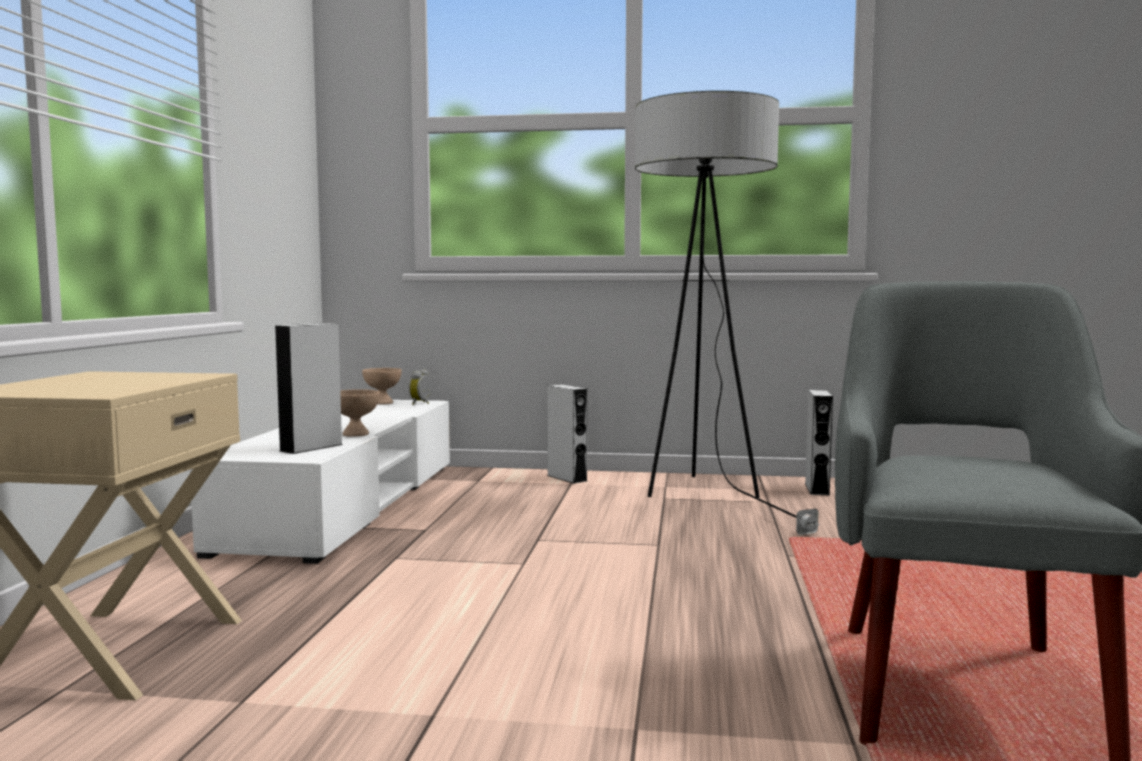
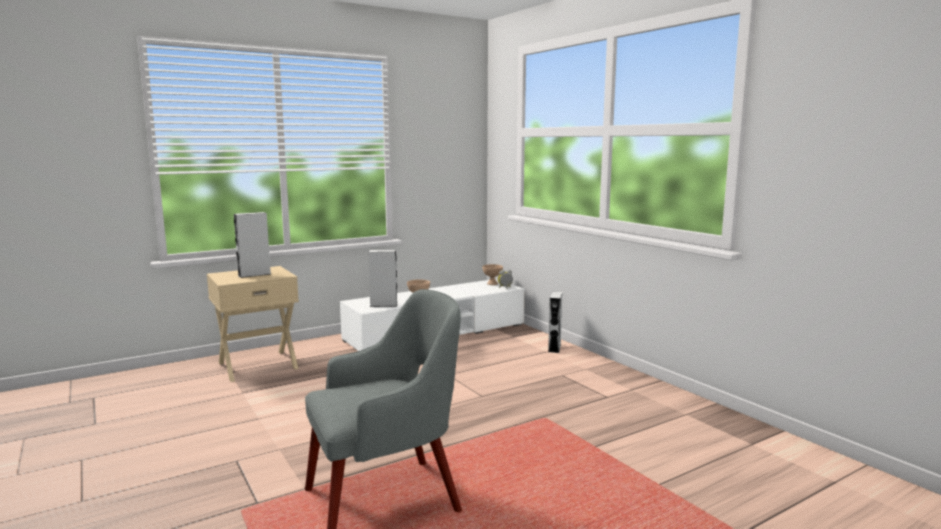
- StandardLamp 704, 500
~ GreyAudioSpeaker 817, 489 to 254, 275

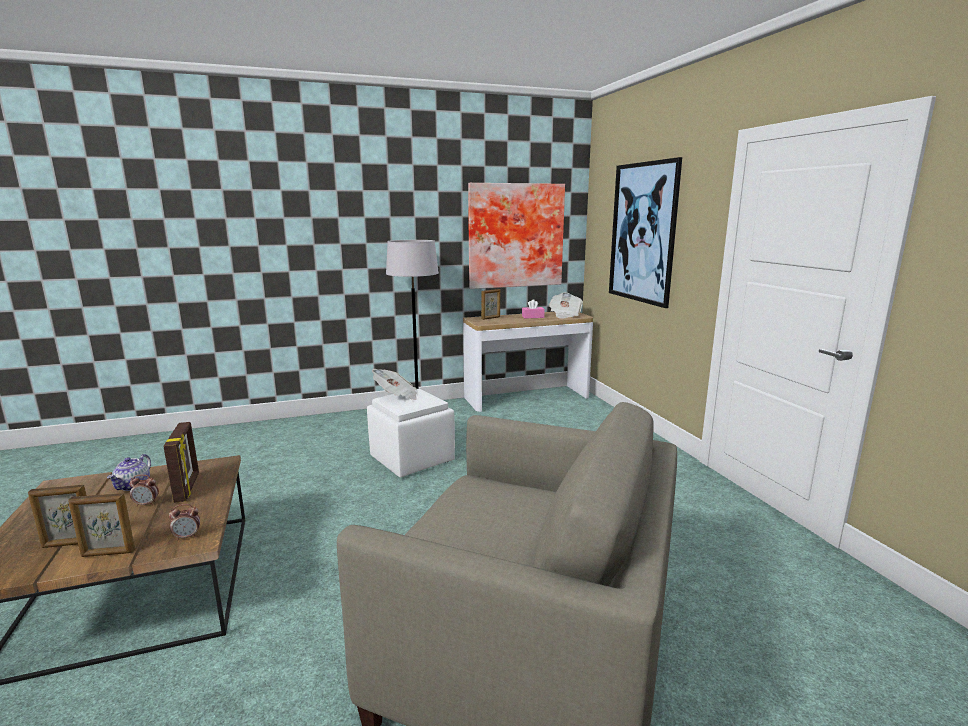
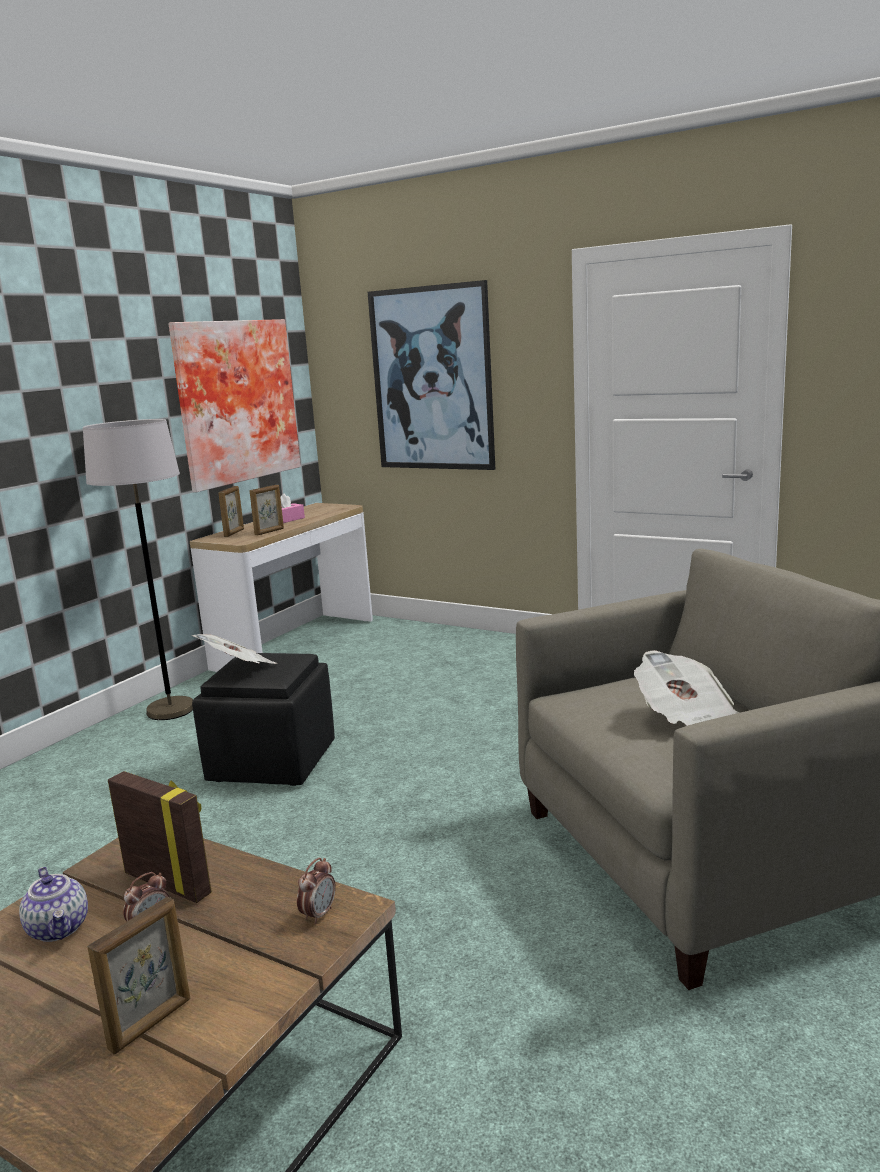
~ Newspaper 565, 315 to 686, 720
~ WhitePouffe 412, 459 to BlackPouffe 273, 762
~ PhotoFrame 108, 553 to 270, 532

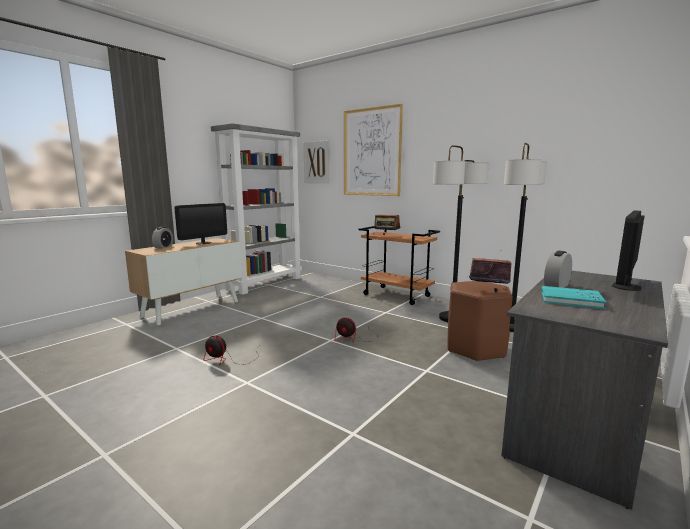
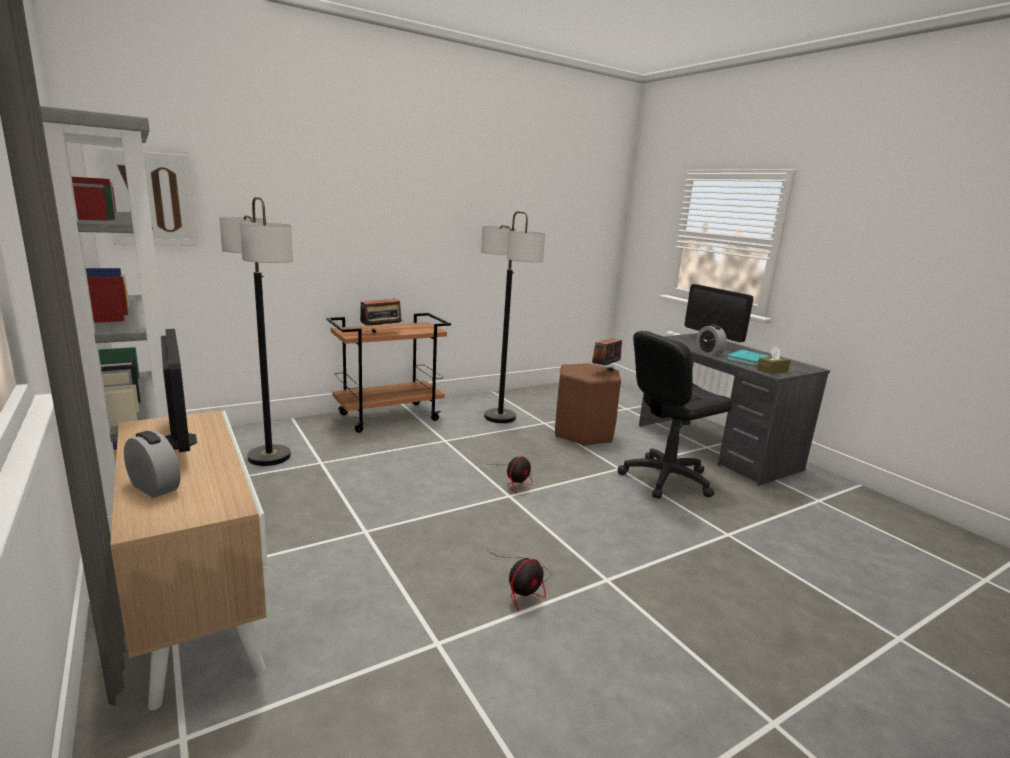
- Picture 371, 152
~ StandardLamp 511, 326 to 269, 456
+ BlackComputerChair 665, 479
+ BrownColouredTissueHolder 772, 370

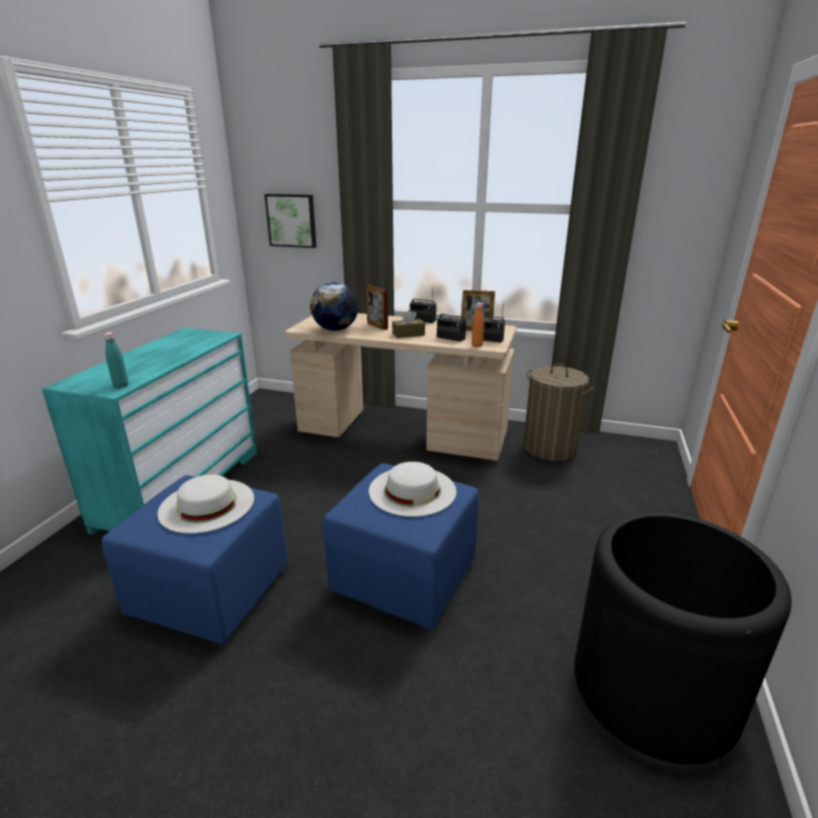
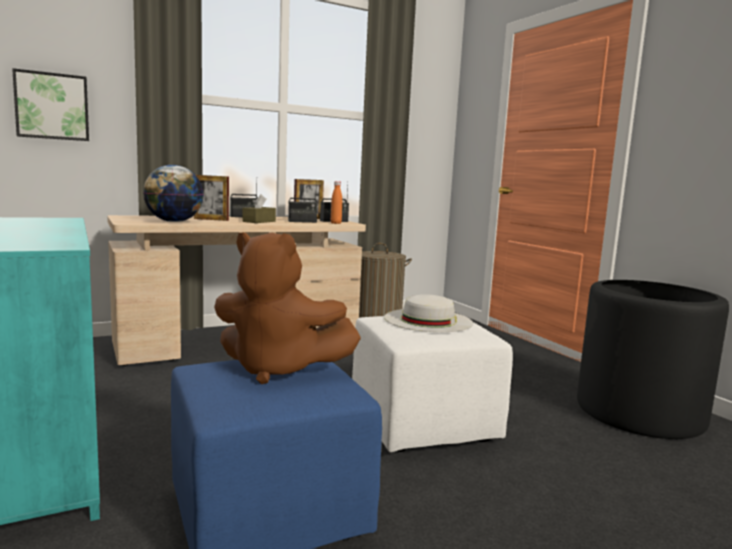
- TurquoiseBottle 121, 385
~ BlueColouredPouffe 406, 578 to WhitePouffe 424, 424
~ WhiteHat 207, 504 to BrownColouredCuddlyToy 278, 369

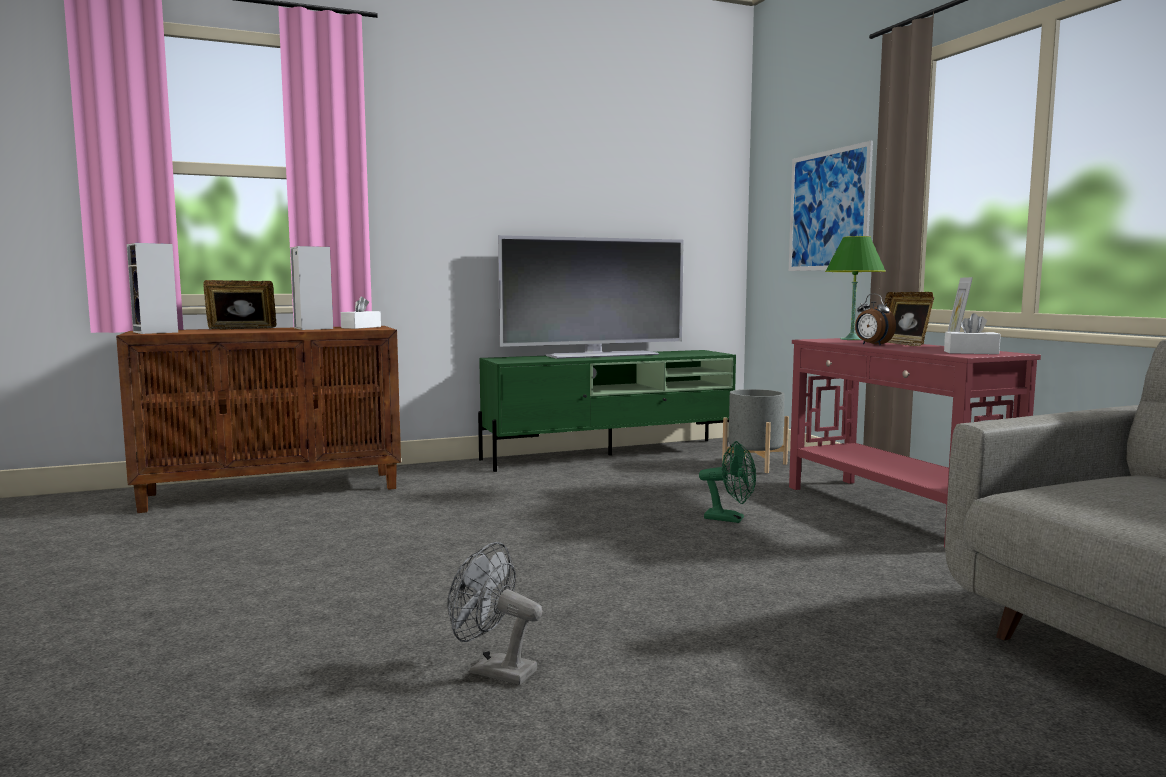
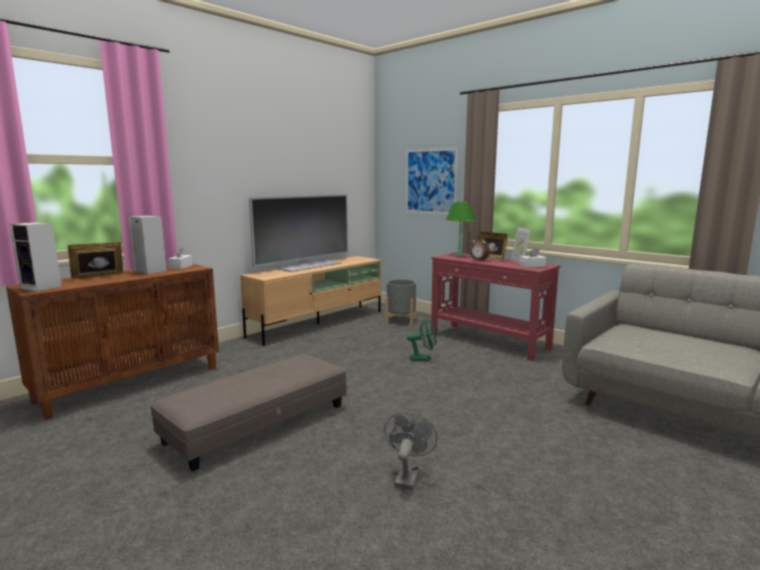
~ GreenColouredMediaConsole 611, 454 to BeigeColouredMediaConsole 319, 323
~ GreyElectricFan 493, 671 = 407, 476 105 degrees clockwise
+ GreyPouffe 258, 423

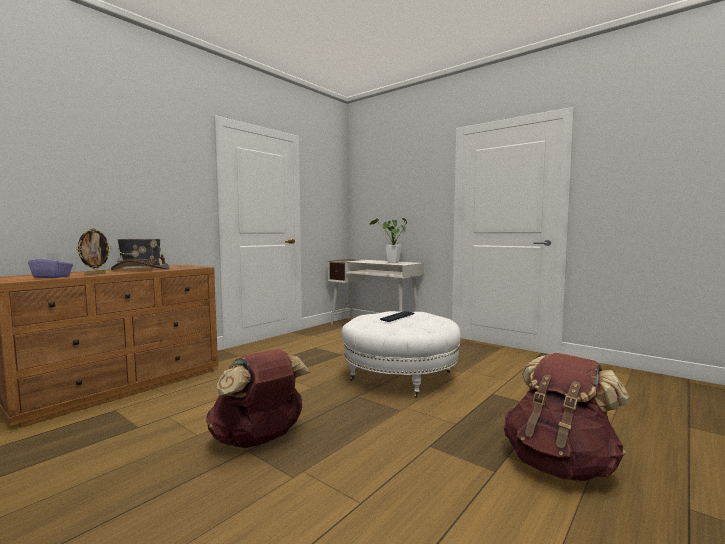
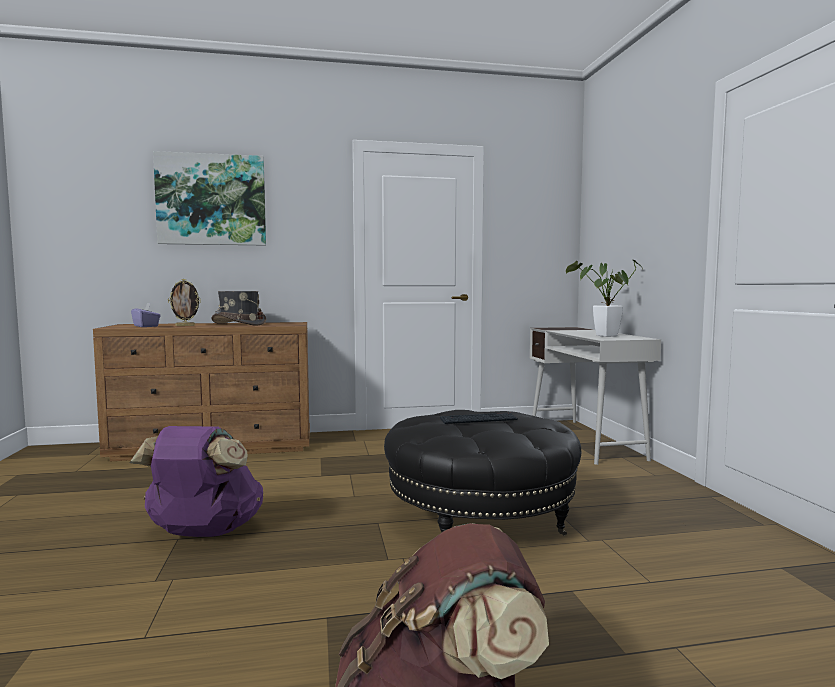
~ WhitePouffe 400, 376 to BlackPouffe 480, 517
~ BrownColouredBackpack 259, 440 to PurplishBackpack 203, 533
+ Picture 211, 200

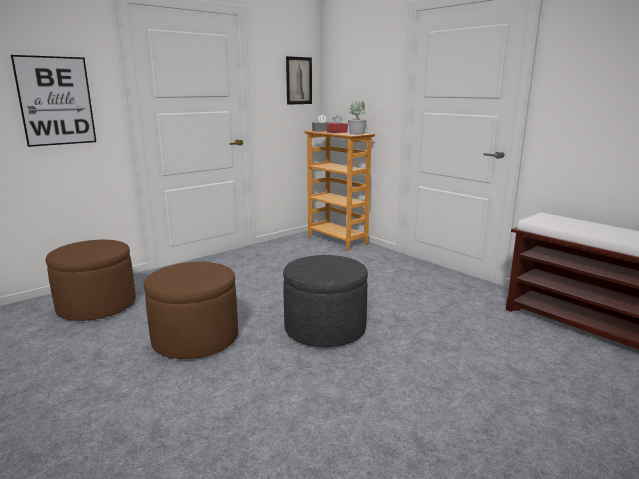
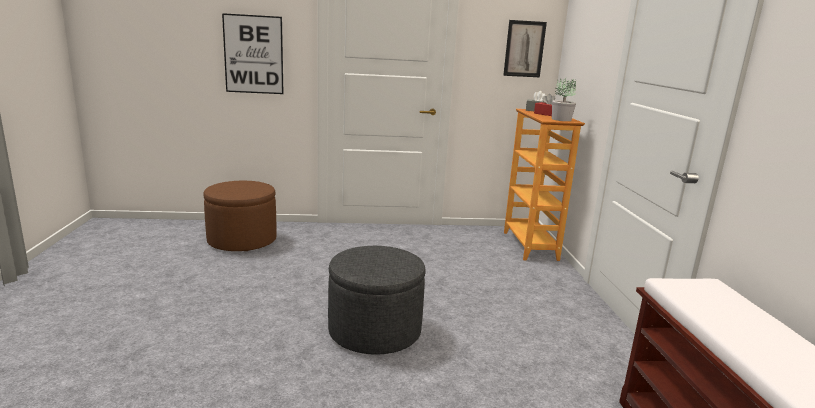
- BrownColouredPouffe 195, 339

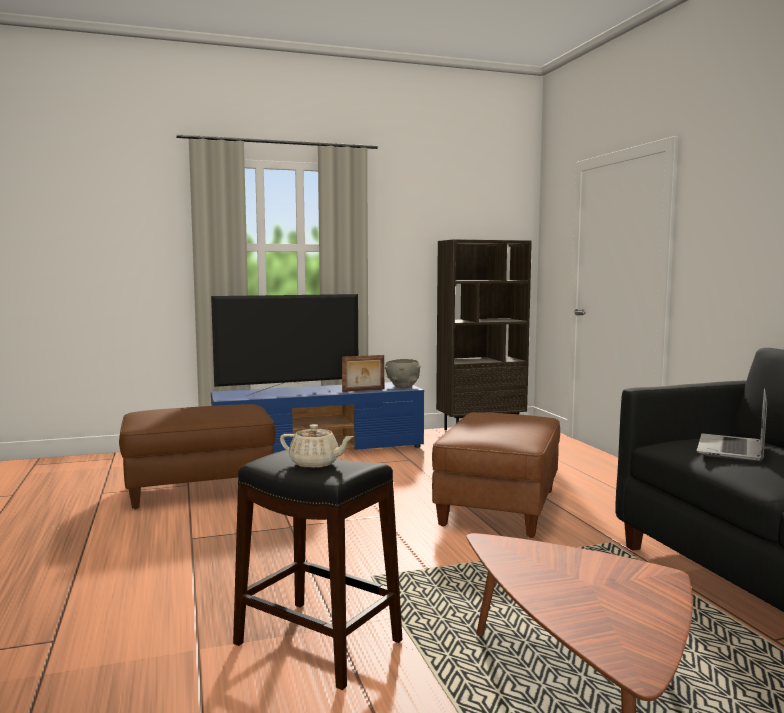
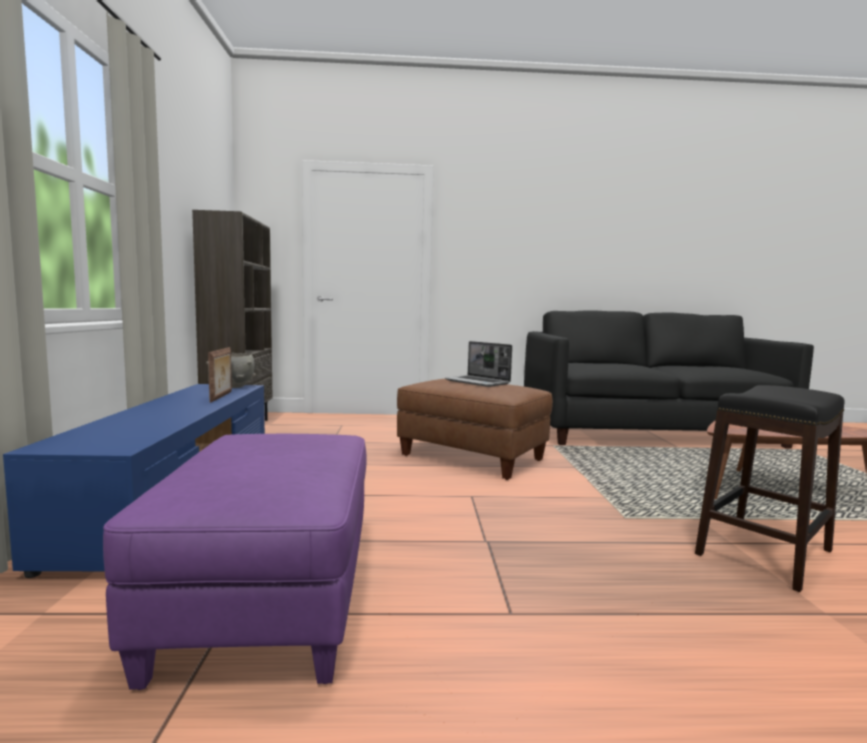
- TvSet 289, 393
~ Laptop 732, 450 to 478, 382
~ BrownColouredPouffe 198, 489 to PurplishPouffe 271, 602
- BeigeColouredTeaPot 315, 463

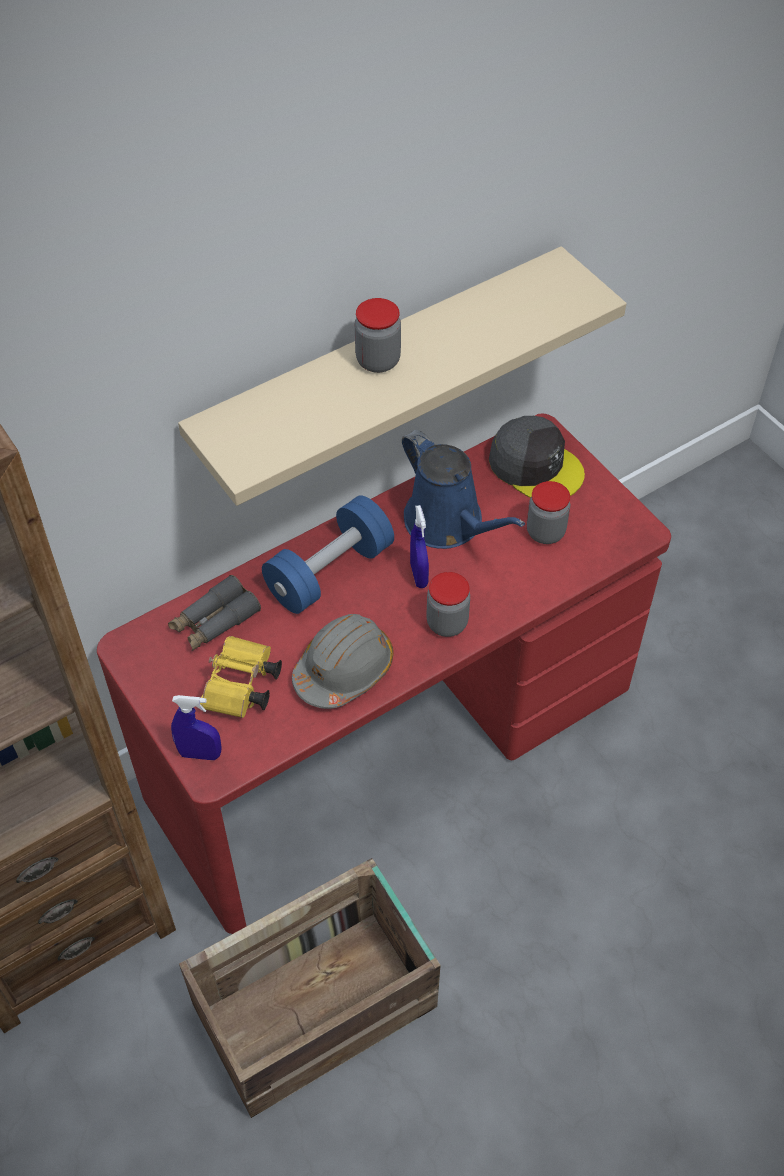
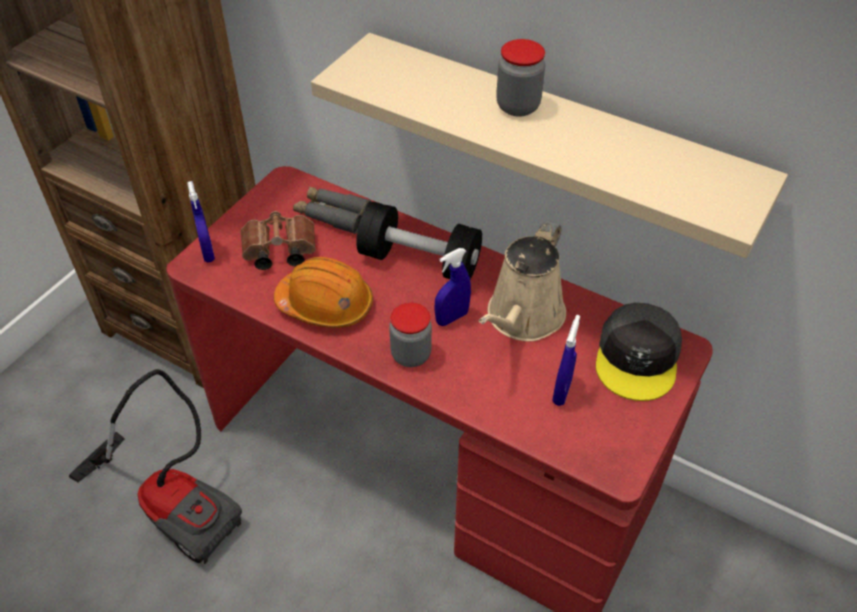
~ BlueColouredSprinklingCan 448, 523 to BeigeColouredSprinklingCan 522, 318
~ PreserveJar 545, 532 to BlueColouredSprayer 561, 392
~ BlueColouredDumbbell 329, 572 to BlackDumbbell 419, 261
~ GreySafetyHelmet 344, 670 to OrangeColouredSafetyHelmet 325, 305
~ YellowPairOfBinoculars 241, 688 to BrownColouredPairOfBinoculars 277, 252
~ Crate 319, 1006 to Vacuum 175, 502

